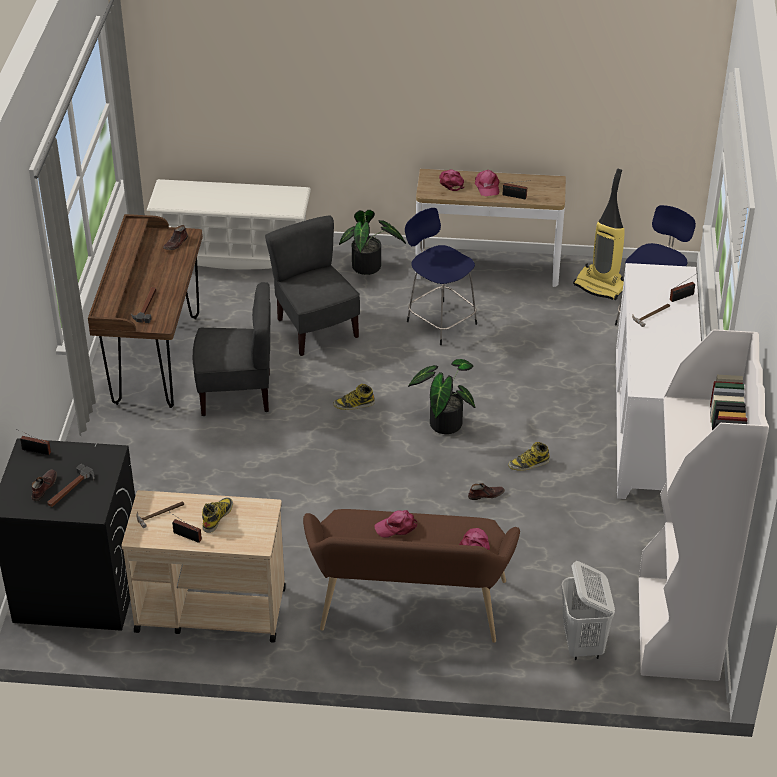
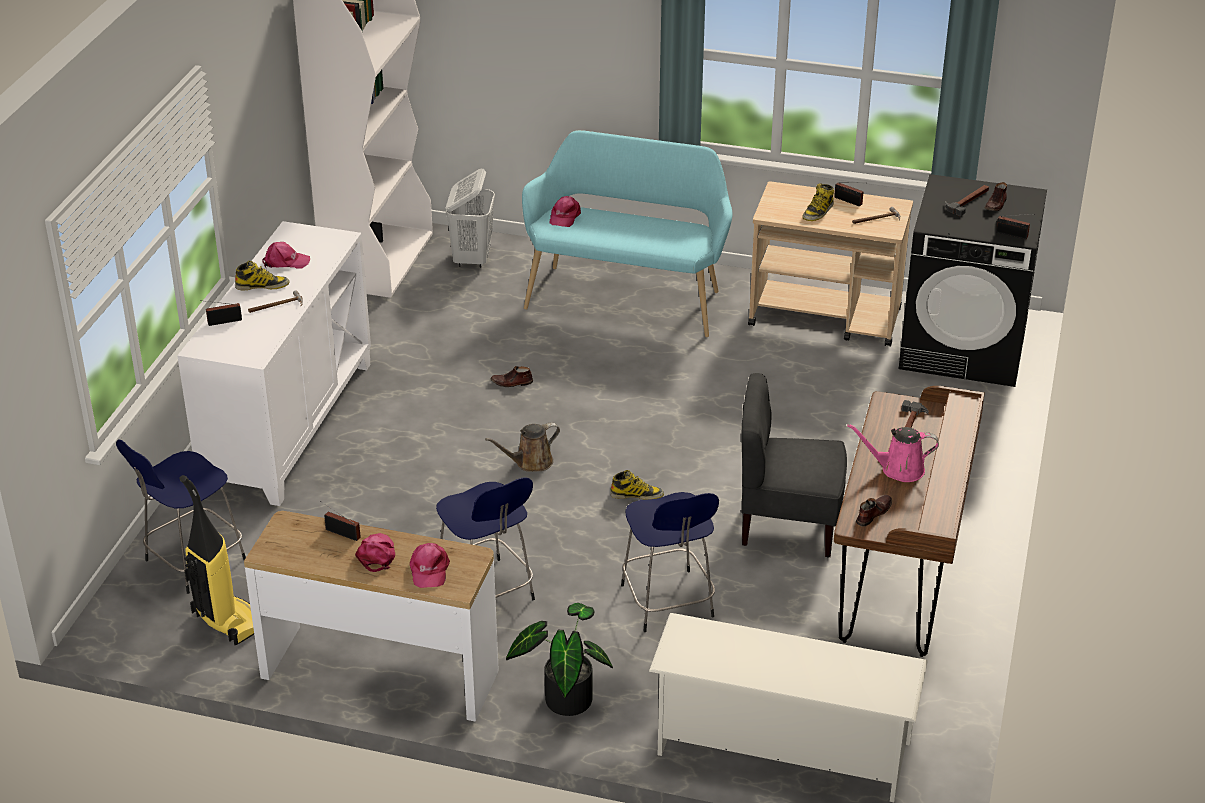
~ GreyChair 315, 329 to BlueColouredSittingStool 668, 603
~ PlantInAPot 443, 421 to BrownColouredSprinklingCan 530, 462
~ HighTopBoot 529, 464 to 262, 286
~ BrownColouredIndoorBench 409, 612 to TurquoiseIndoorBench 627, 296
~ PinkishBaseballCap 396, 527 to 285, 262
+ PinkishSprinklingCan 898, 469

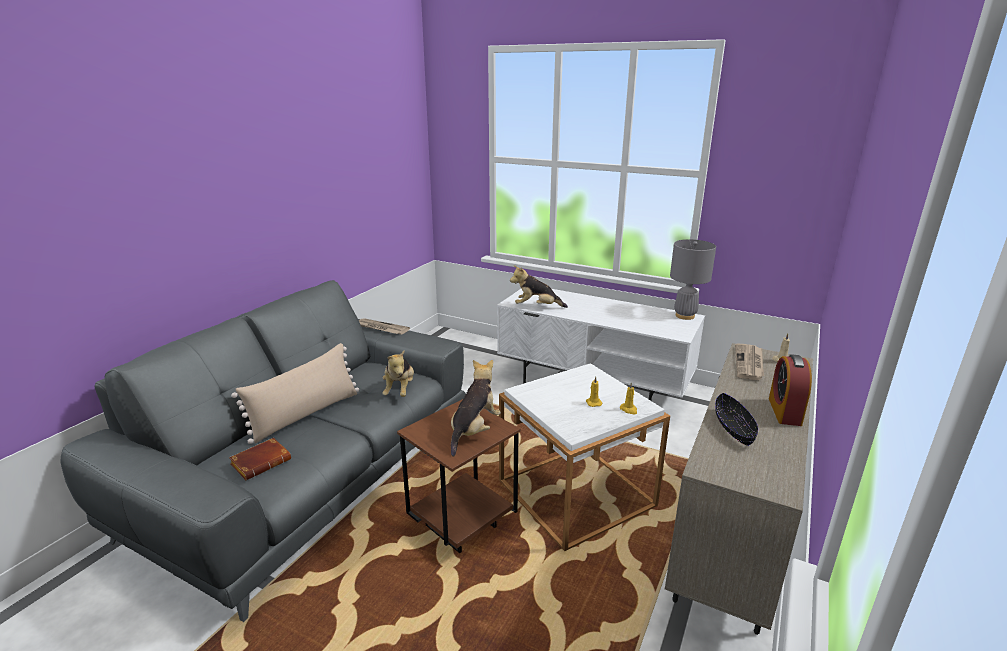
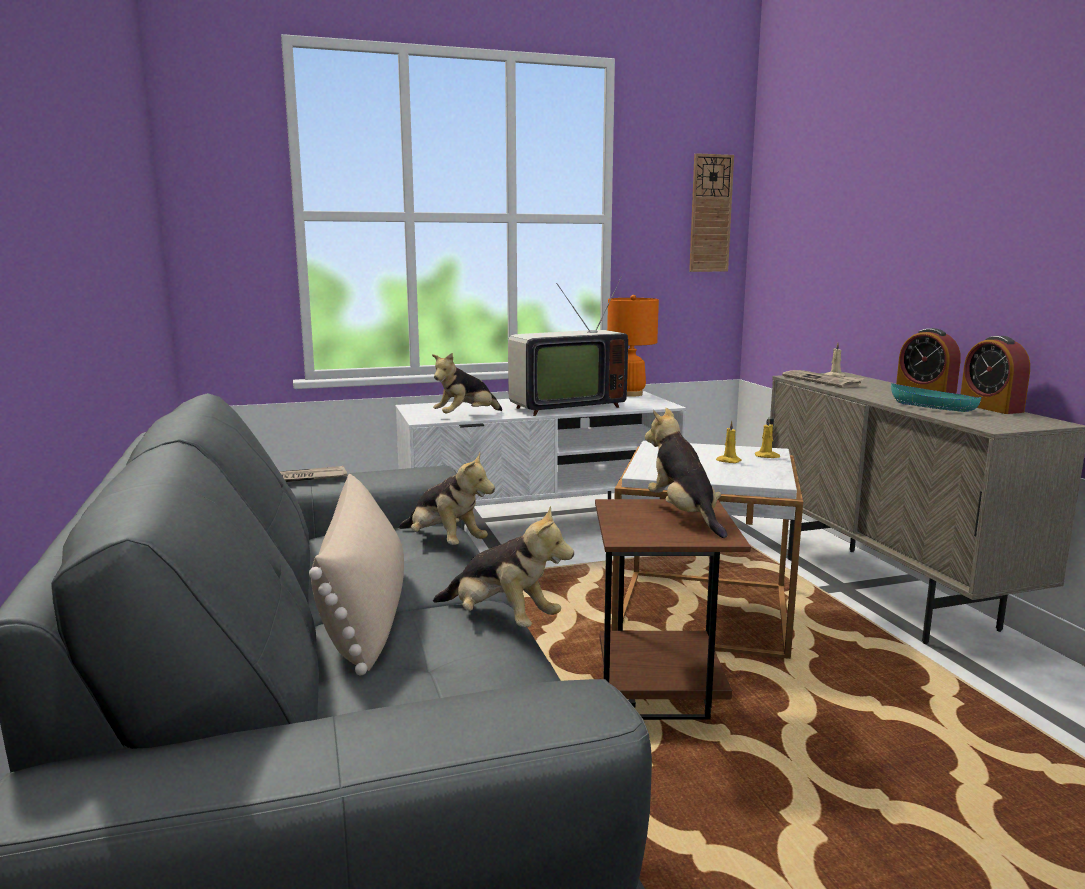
~ GreyTabletopLamp 684, 316 to OrangeColouredTabletopLamp 630, 394
~ BlackServingBowl 734, 428 to TurquoiseServingBowl 932, 407
- BrownColouredBoundBook 262, 462
+ WallClock 710, 214
+ TvSet 563, 407
+ BedsideClock 990, 408
+ CuddlyToy 501, 620

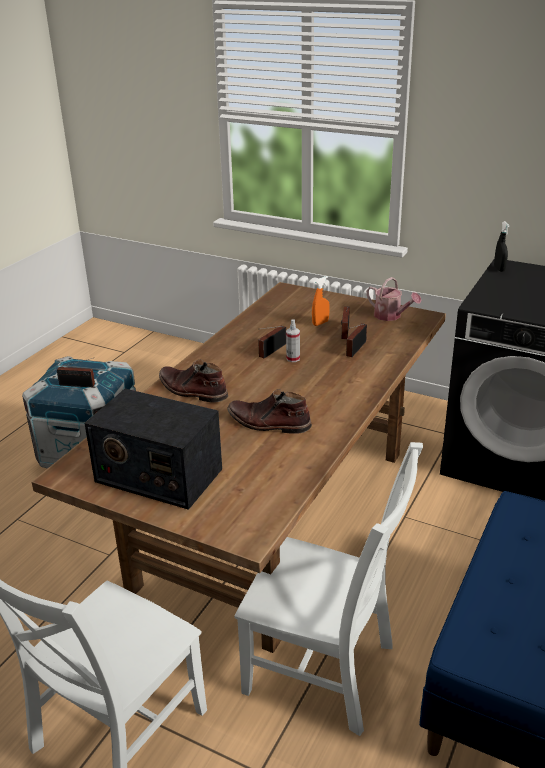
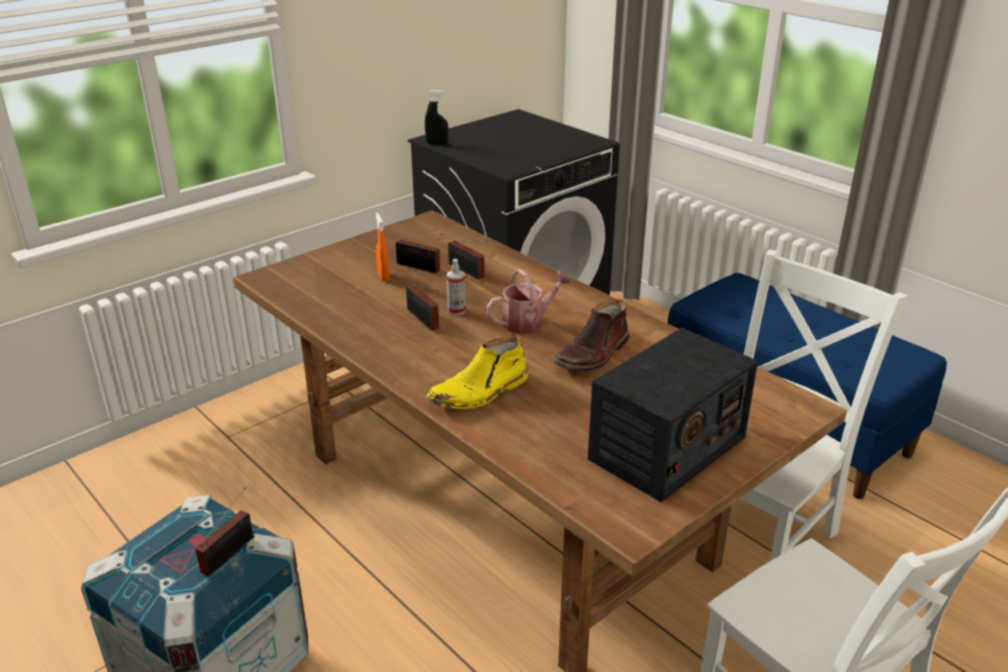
~ SprinklingCan 391, 316 to 528, 322
~ BrownColouredHighTopBoot 192, 390 to YellowHighTopBoot 480, 392

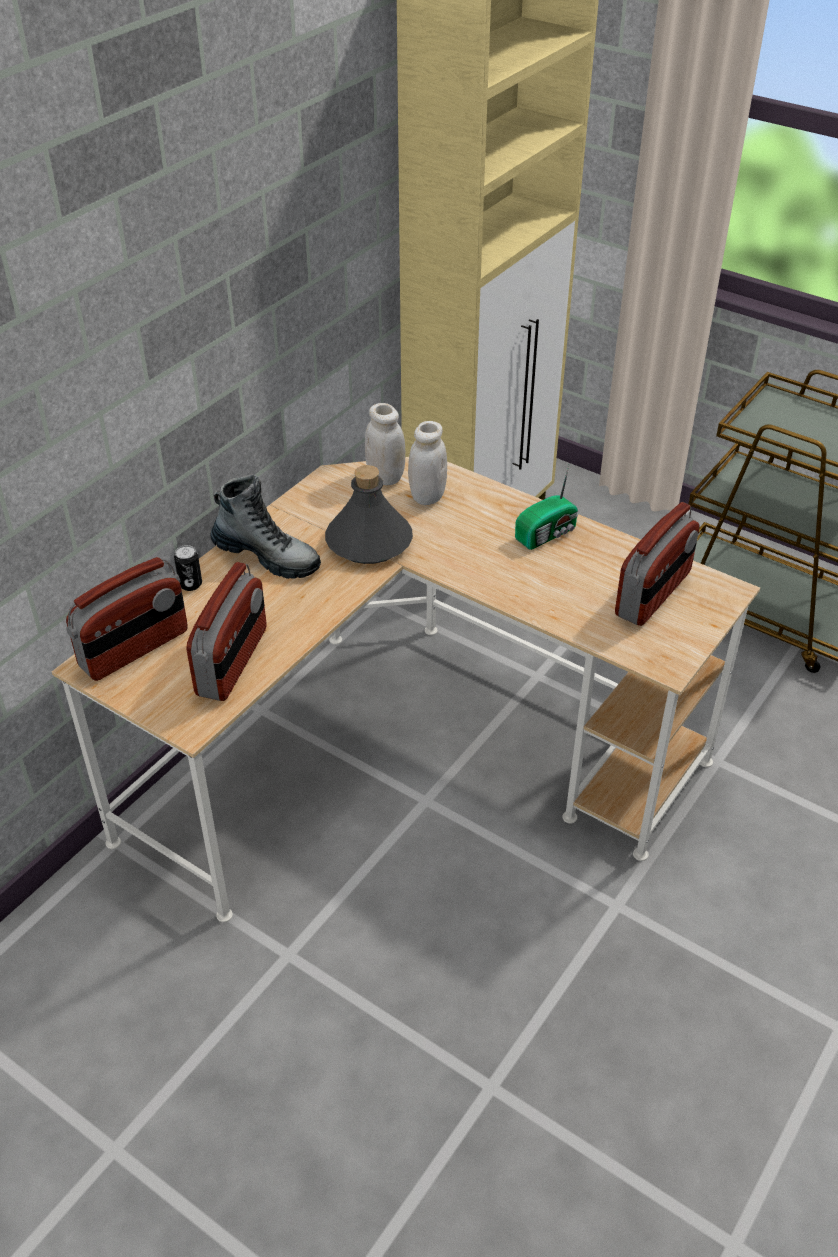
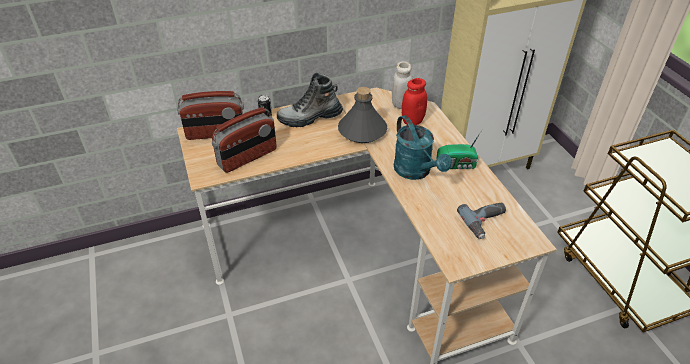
~ WhitePreserveJar 427, 496 to RedPreserveJar 412, 121
~ HighTopBoot 267, 556 = 310, 118 105 degrees clockwise
~ RadioSet 654, 594 to Drill 486, 222
+ TurquoiseSprinklingCan 416, 172

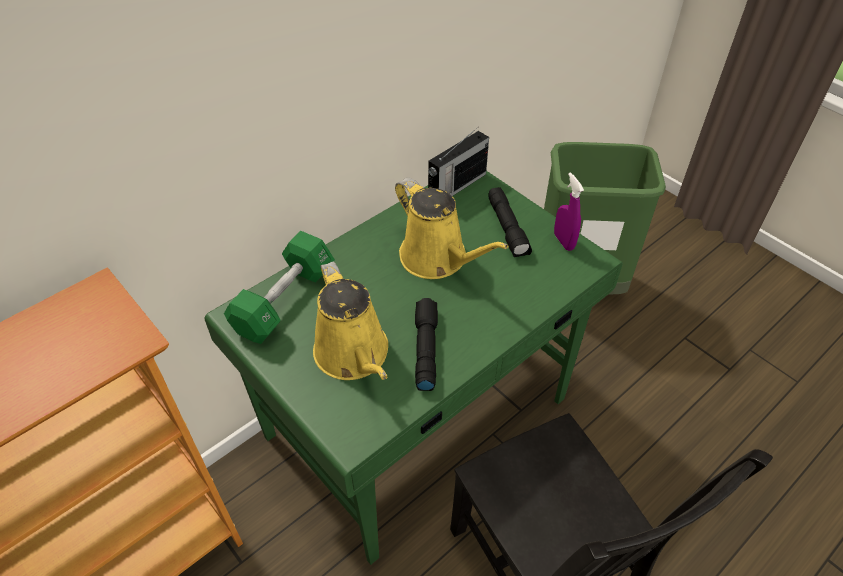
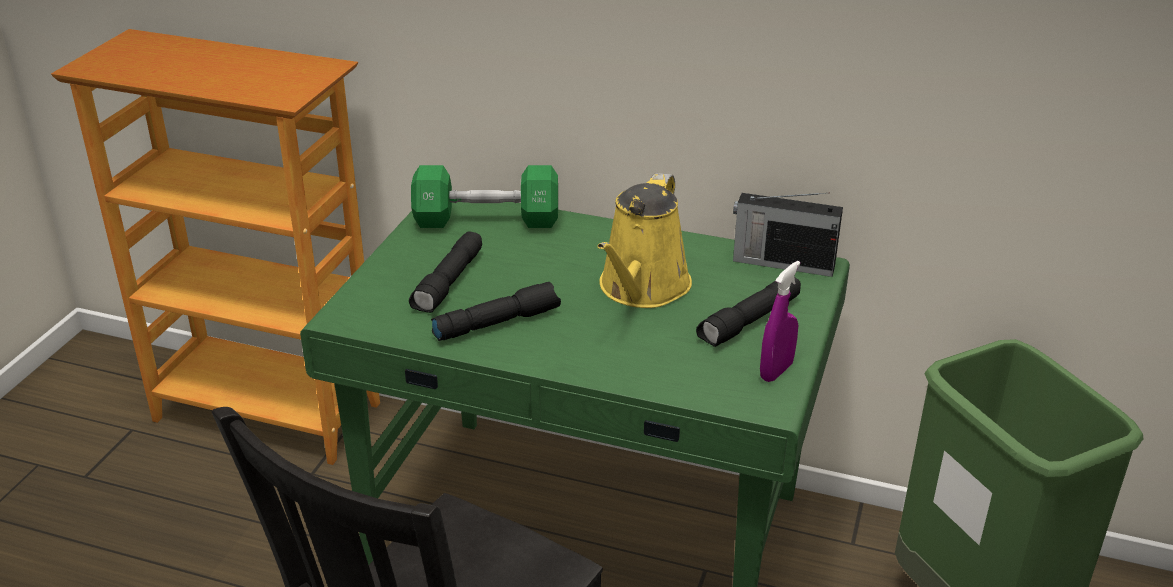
~ YellowSprinklingCan 354, 356 to BlackTorch 449, 283

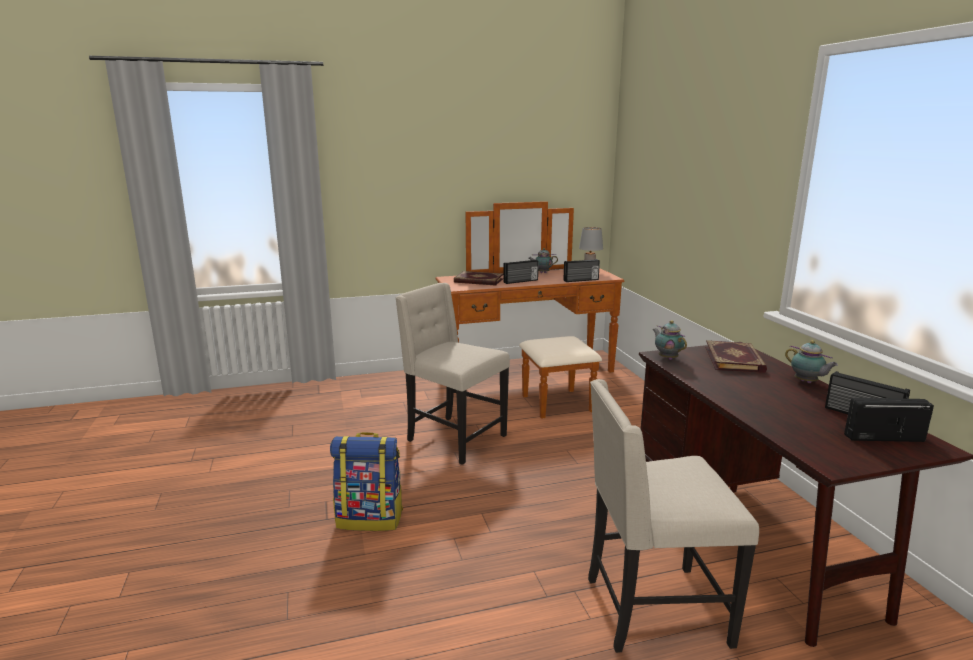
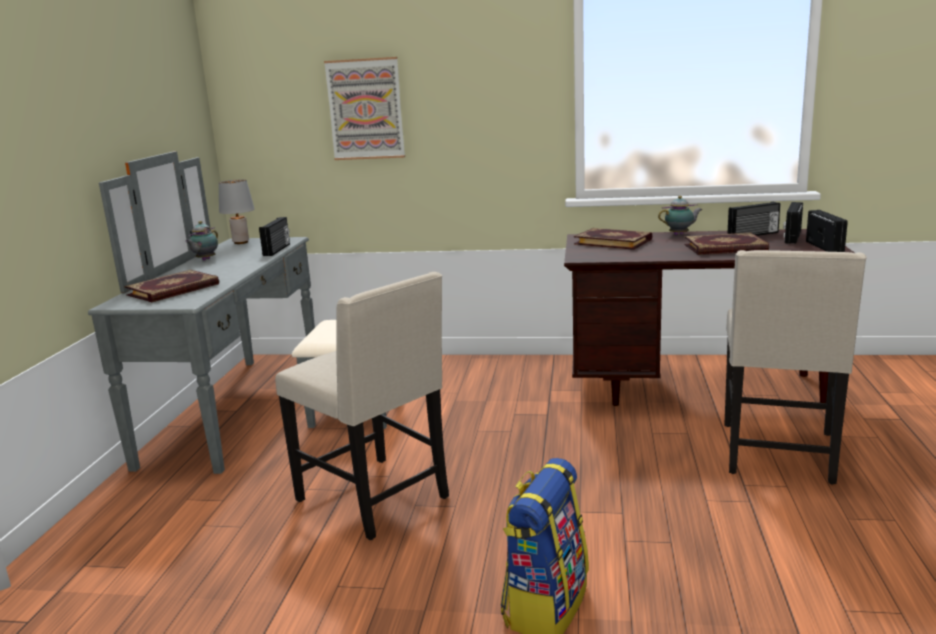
~ BrownColouredChestOfDrawers 534, 377 to GreyChestOfDrawers 264, 409
~ RadioSet 521, 281 to 825, 247
~ BeigeColouredChair 454, 439 = 376, 499 105 degrees counterclockwise
- TeaPot 667, 358
+ Picture 365, 109
+ BoundBook 725, 248

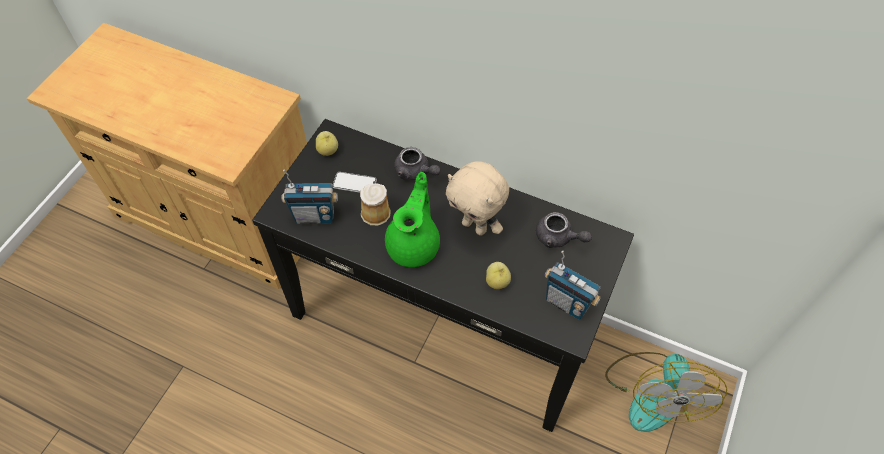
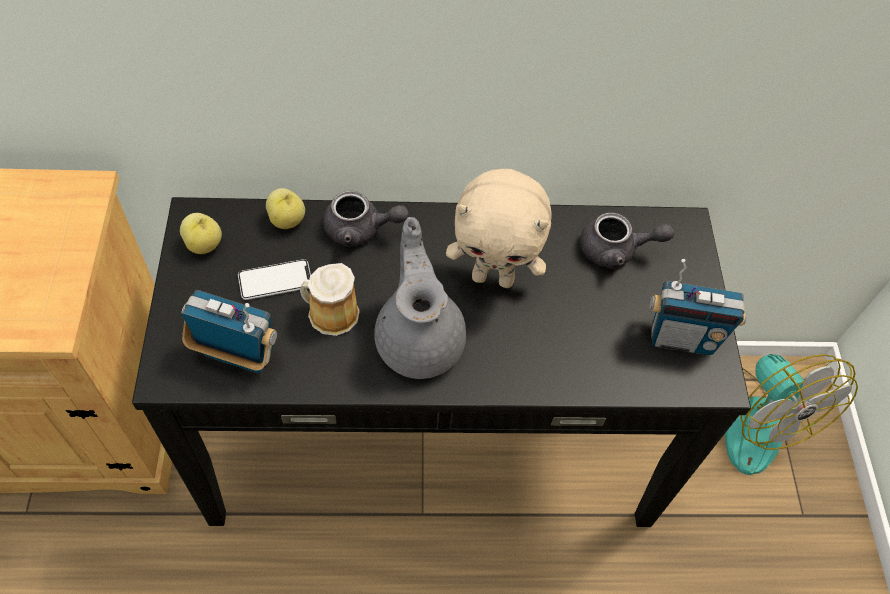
~ RadioSet 315, 216 = 237, 355 135 degrees counterclockwise
~ GreenColouredTeaPot 414, 244 to GreyTeaPot 420, 339
~ AppleFruit 497, 281 to 287, 220

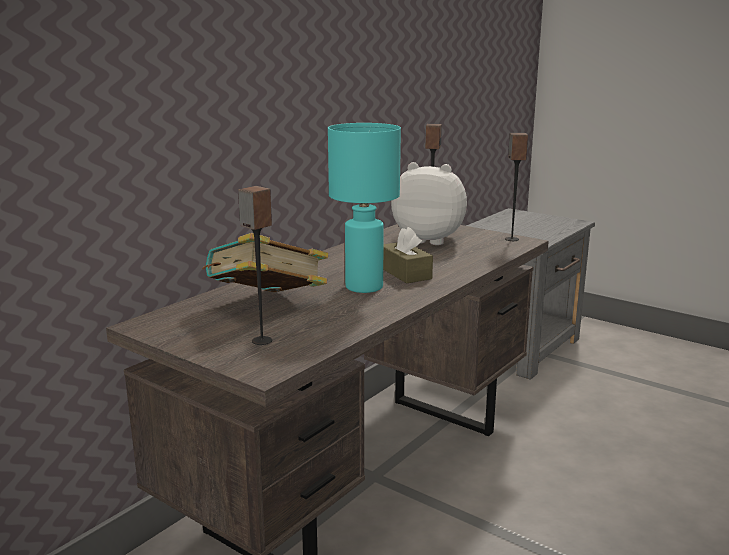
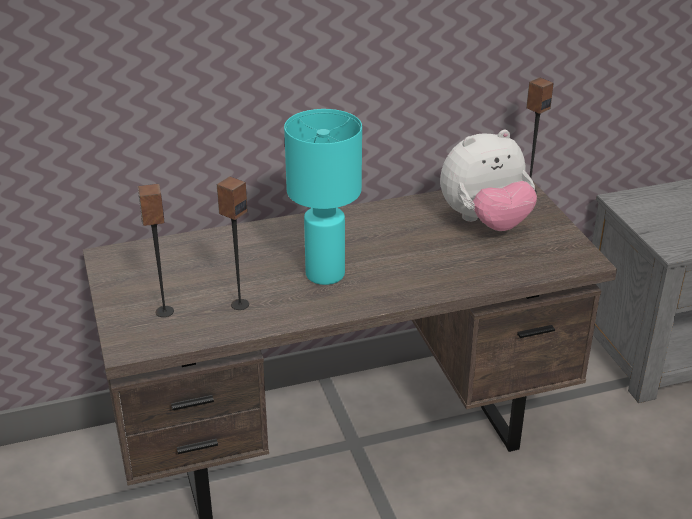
~ AudioSpeaker 511, 239 to 239, 304
~ CuddlyToy 430, 239 = 485, 222 105 degrees clockwise
- BrownColouredTissueHolder 405, 273
- BoundBook 267, 305

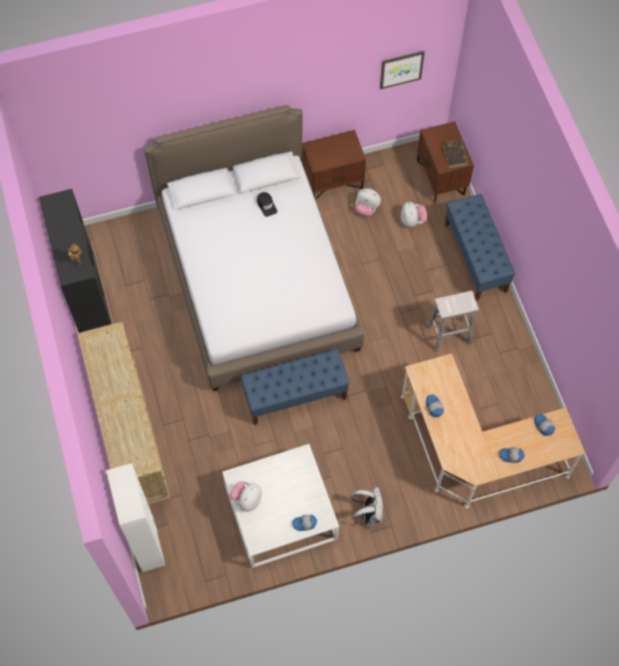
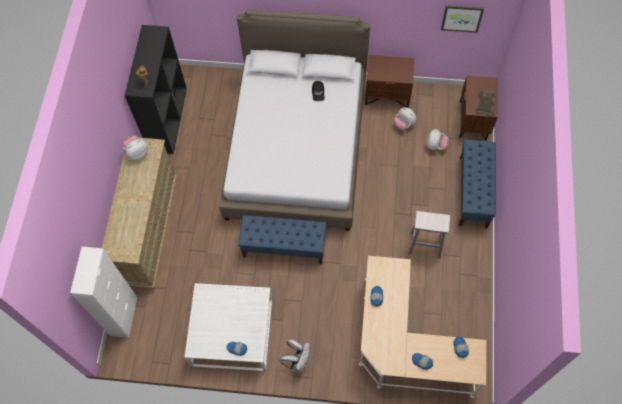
~ CuddlyToy 246, 500 to 137, 153

